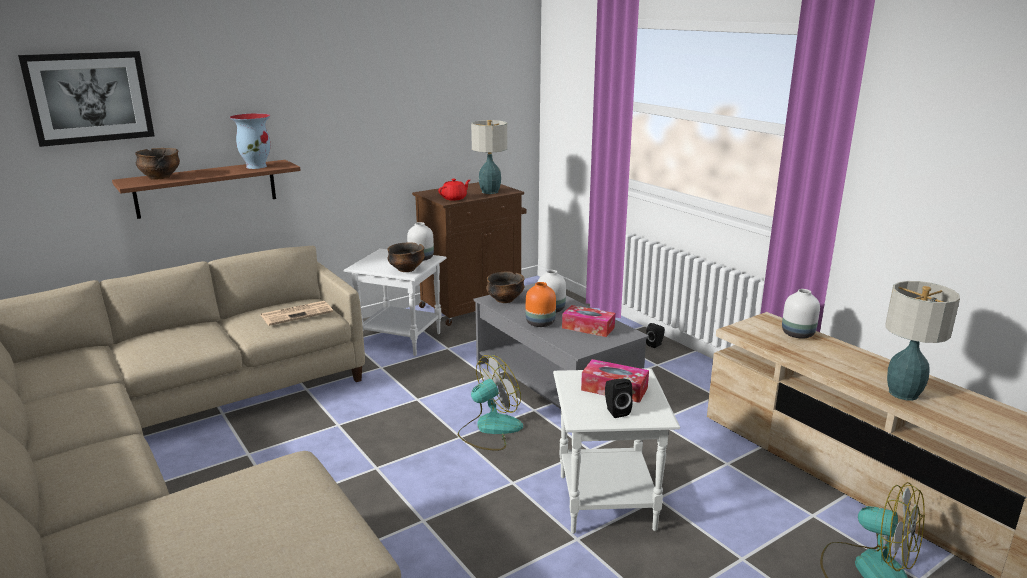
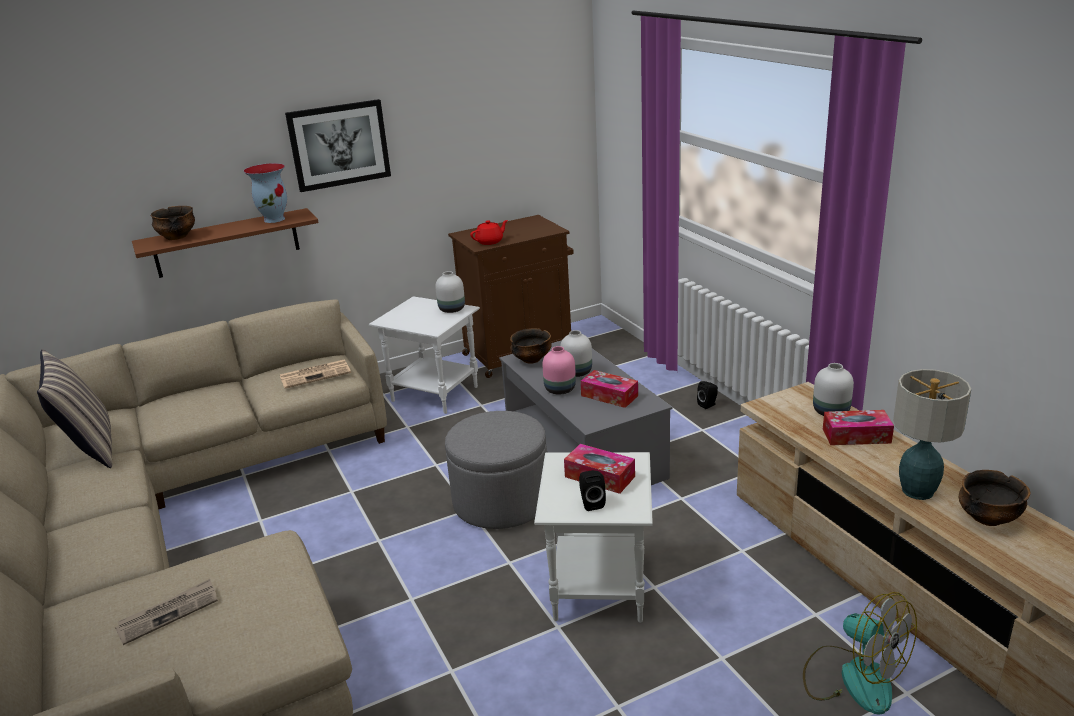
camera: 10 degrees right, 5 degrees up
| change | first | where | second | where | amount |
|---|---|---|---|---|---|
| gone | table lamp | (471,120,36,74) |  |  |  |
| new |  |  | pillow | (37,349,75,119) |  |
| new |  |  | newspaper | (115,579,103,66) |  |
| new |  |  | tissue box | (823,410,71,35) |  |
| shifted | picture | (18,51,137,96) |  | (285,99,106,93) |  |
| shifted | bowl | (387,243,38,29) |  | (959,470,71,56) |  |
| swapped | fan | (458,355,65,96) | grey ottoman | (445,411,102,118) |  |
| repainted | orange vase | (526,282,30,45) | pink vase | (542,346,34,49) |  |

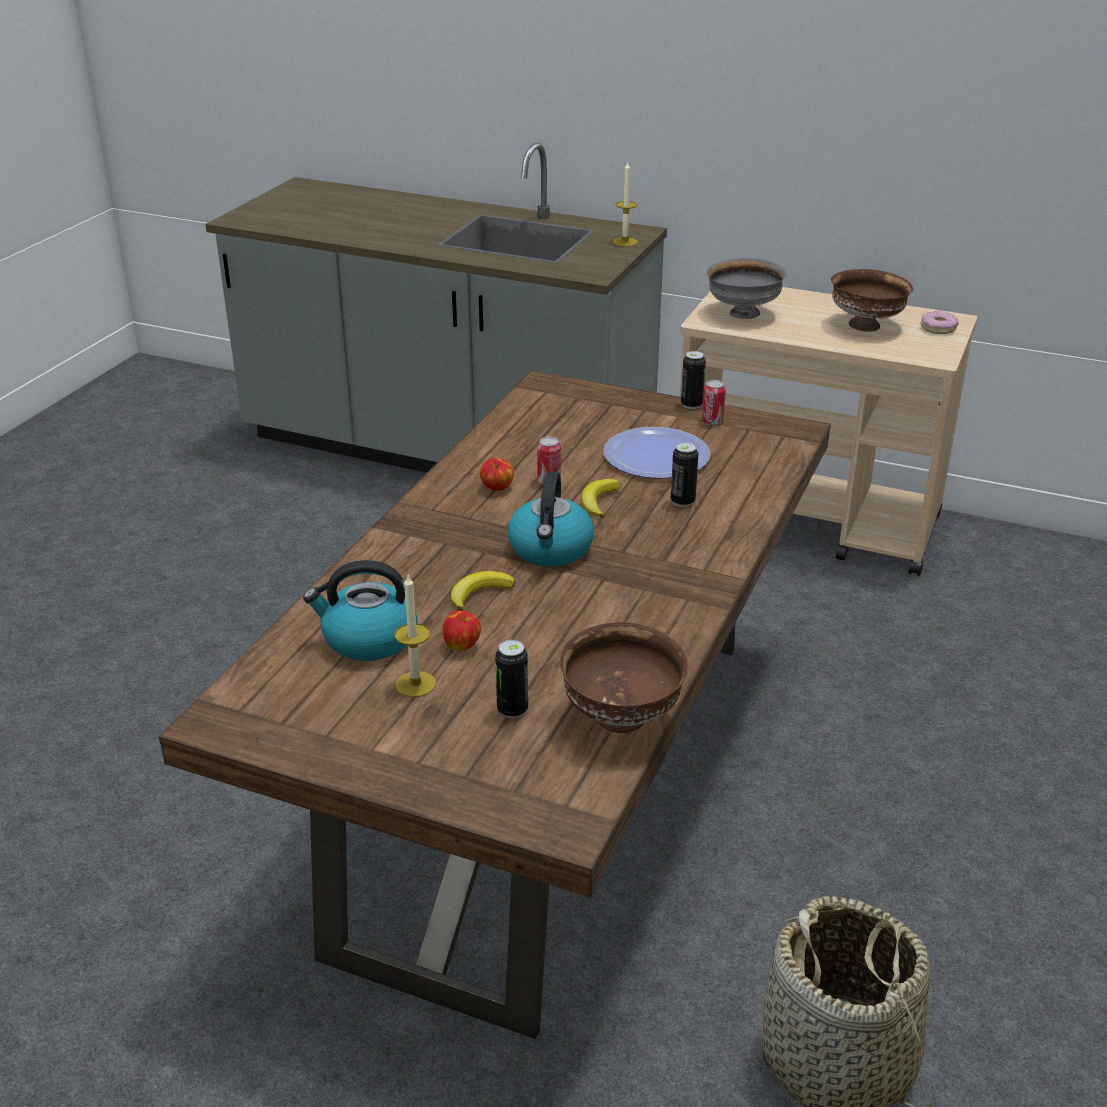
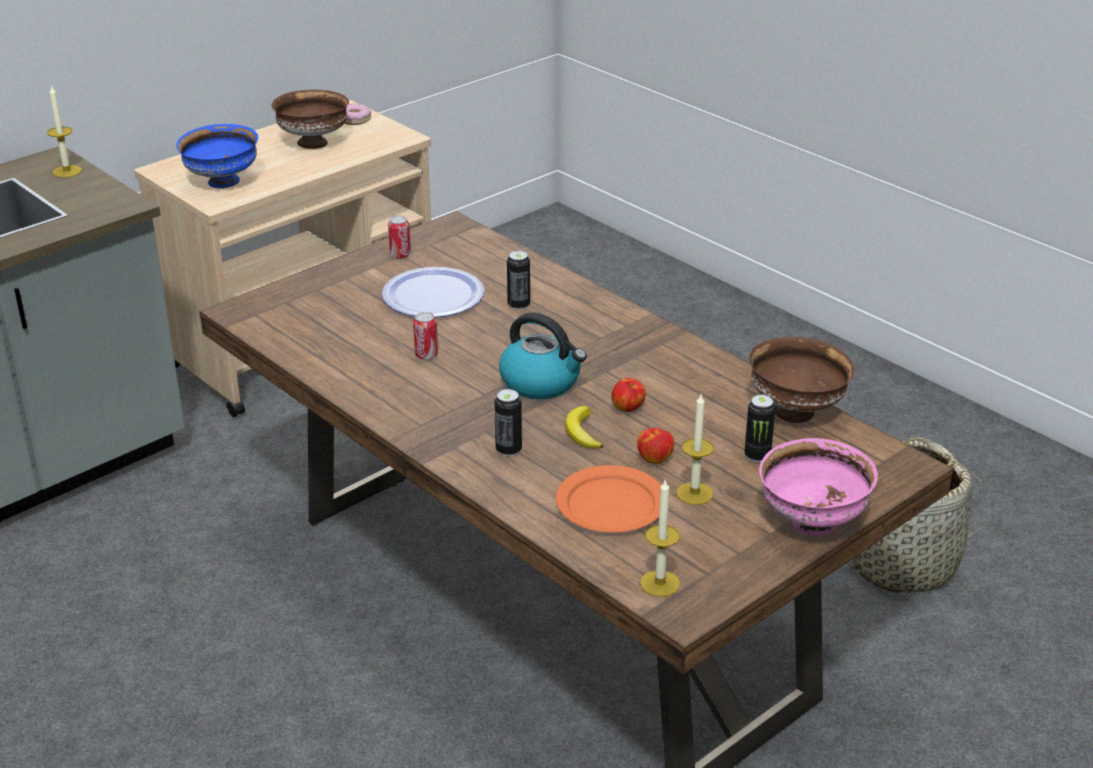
camera: 65 degrees left, 0 degrees up
| change | first | where | second | where | amount |
|---|---|---|---|---|---|
| gone | banana | (581,479,40,39) |  |  |  |
| new |  |  | candle | (640,479,40,118) |  |
| new |  |  | pink bowl | (759,438,119,98) |  |
| shifted | apple | (480,458,34,33) |  | (611,378,35,34) |  |
| shifted | can | (681,351,25,58) |  | (494,389,28,67) |  |
| swapped | kettle | (303,560,114,101) | orange plate | (556,465,105,68) |  |
| repainted | grey bowl | (706,258,80,61) | blue bowl | (176,124,82,64) |  |

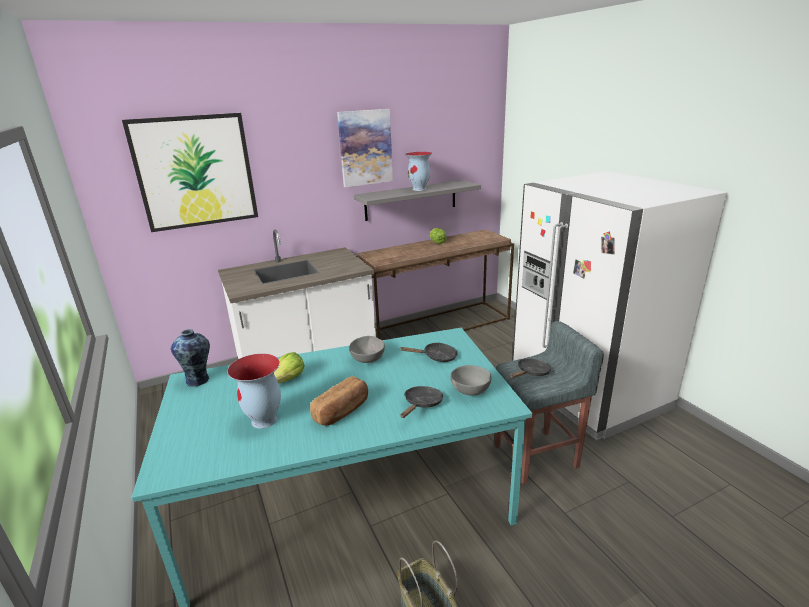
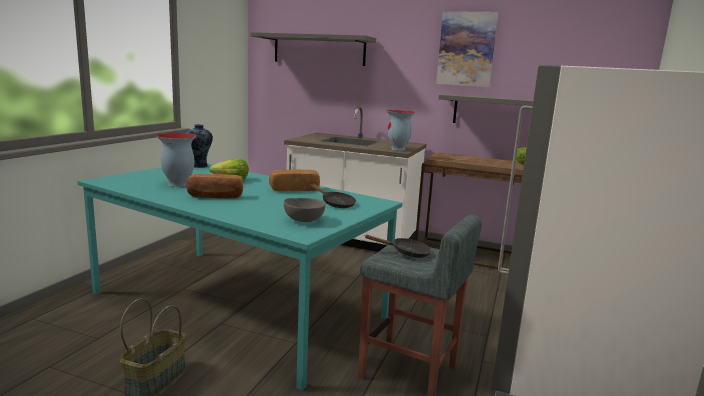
camera: 45 degrees right, 10 degrees down
| change | first | where | second | where | amount |
|---|---|---|---|---|---|
| gone | black frying pan | (400,386,43,32) |  |  |  |
| shifted | vase | (405,152,27,39) |  | (387,110,29,41) |  |
| swapped | picture | (122,113,136,119) | grey shelf | (251,32,125,34) |  |
| swapped | grey bowl | (349,336,36,27) | bread | (269,169,51,22) |  |

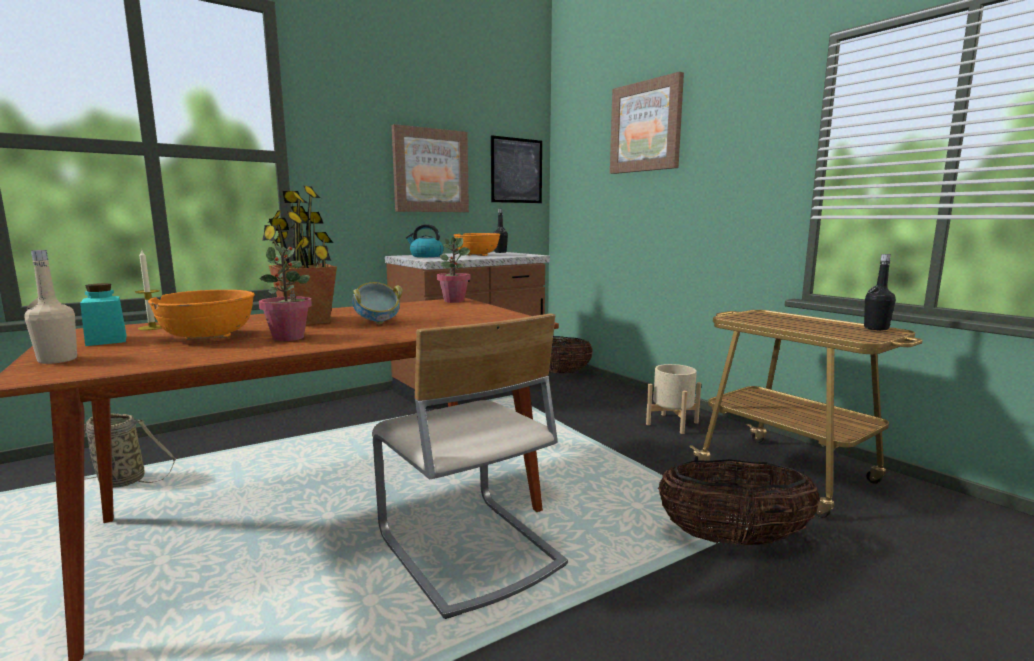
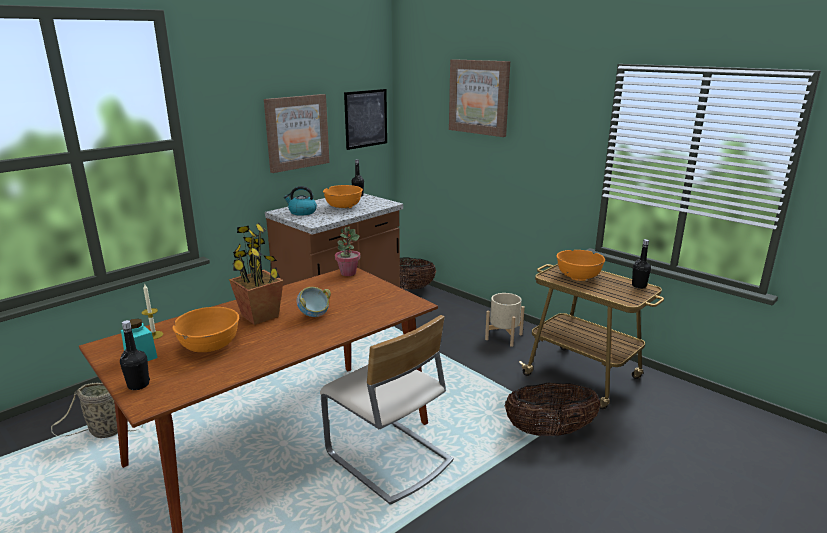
camera: 10 degrees left, 10 degrees up
| change | first | where | second | where | amount |
|---|---|---|---|---|---|
| gone | potted plant | (259,245,53,96) |  |  |  |
| new |  |  | orange bowl | (557,250,48,31) |  |
| repainted | beige bottle | (24,250,53,114) | black bottle | (120,320,30,70) |  |

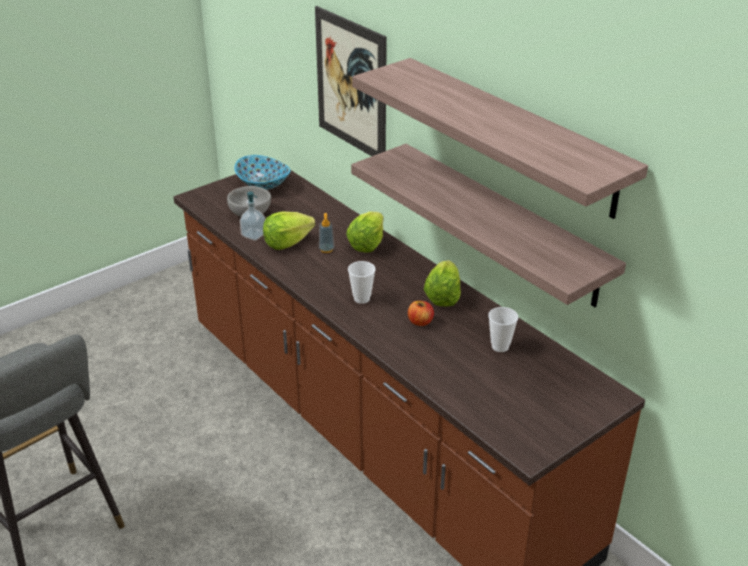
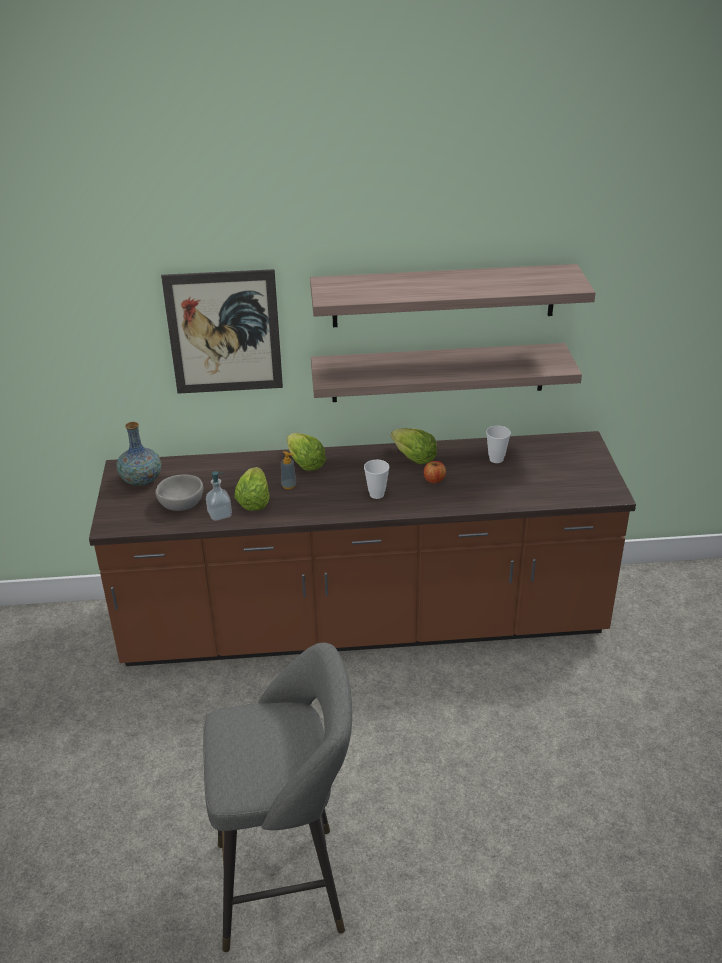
camera: 55 degrees left, 0 degrees up
| change | first | where | second | where | amount |
|---|---|---|---|---|---|
| swapped | bowl | (234,155,57,35) | vase | (117,422,45,64) |  |

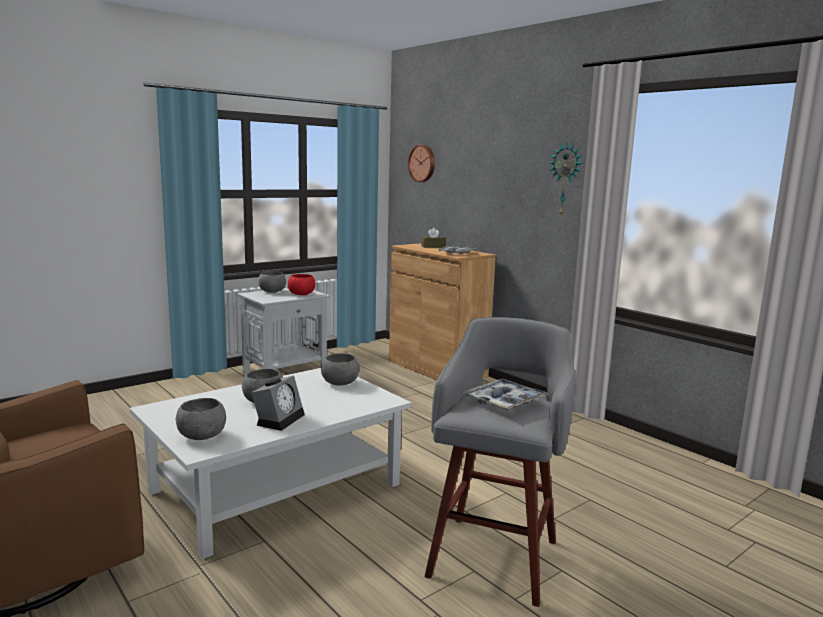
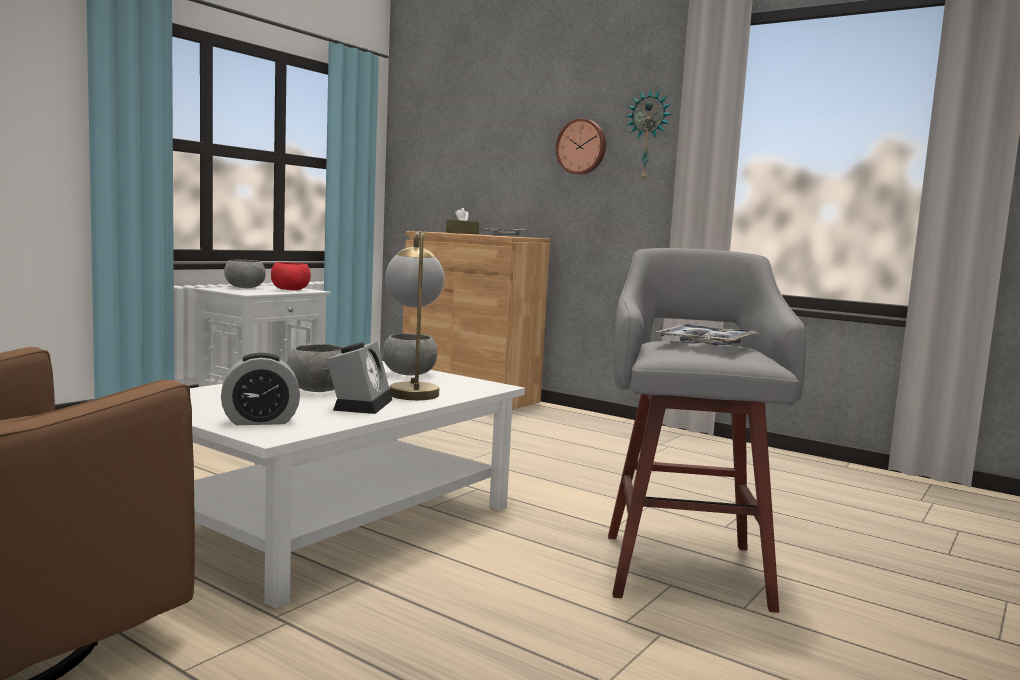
camera: 15 degrees left, 5 degrees down
| change | first | where | second | where | amount |
|---|---|---|---|---|---|
| new |  |  | table lamp | (385,232,59,168) |  |
| shifted | wall clock | (408,145,27,37) |  | (556,119,50,56) |  |
| swapped | grey bowl | (176,398,50,42) | alarm clock | (221,353,79,72) |  |

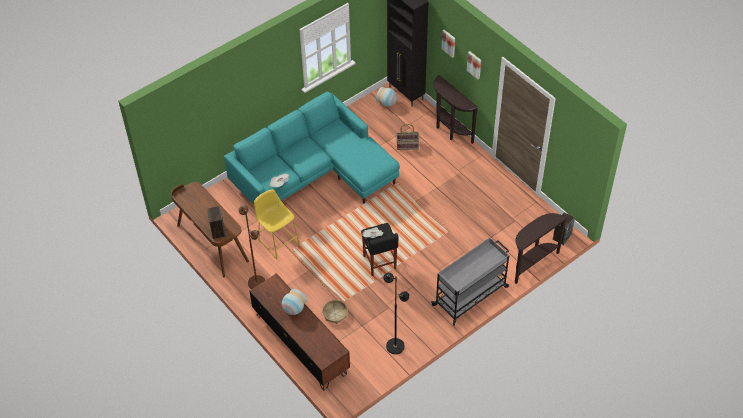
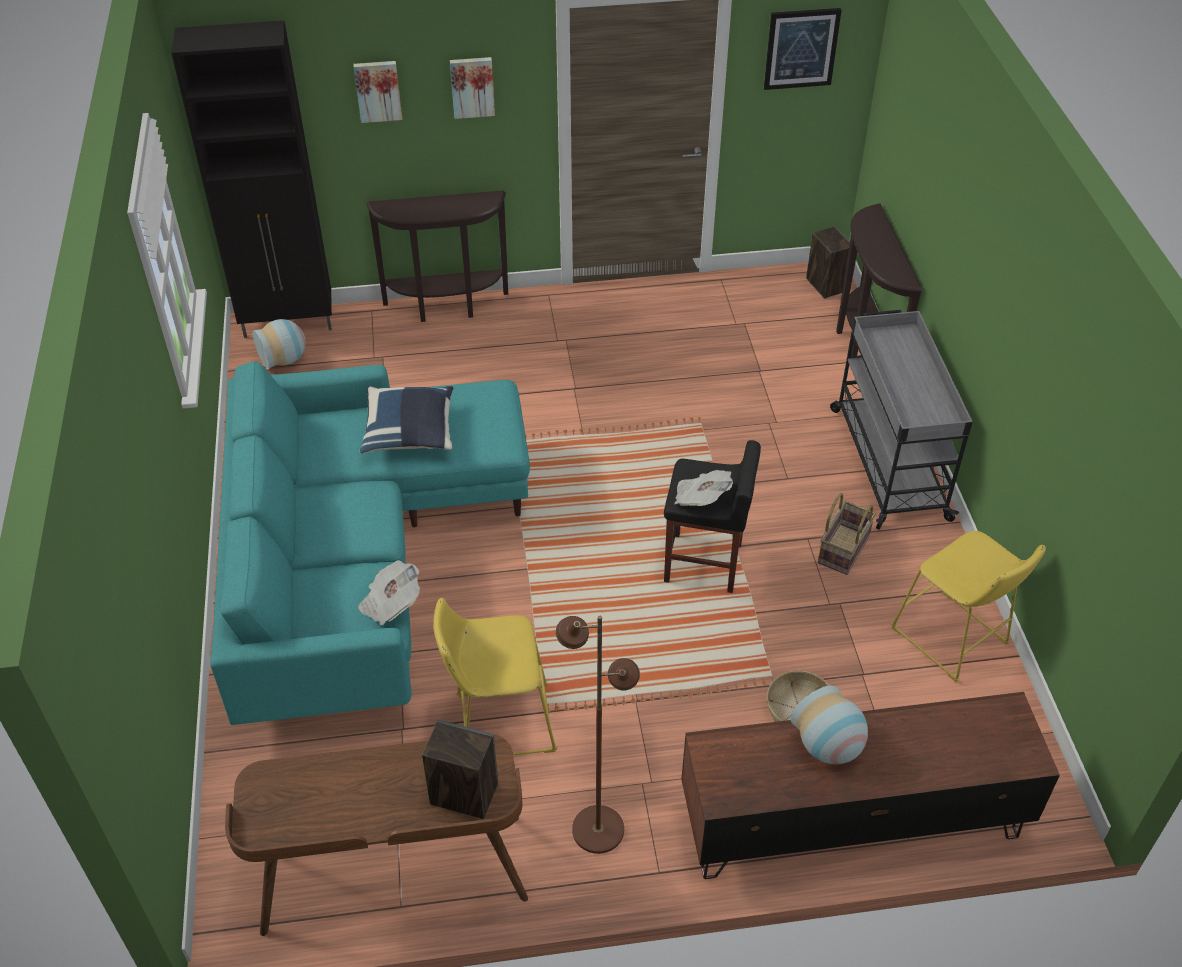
camera: 60 degrees left, 5 degrees down
| change | first | where | second | where | amount |
|---|---|---|---|---|---|
| new |  |  | blue pillow | (360,386,94,68) |  |
| new |  |  | picture | (764,8,77,82) |  |
| shifted | basket | (396,124,23,26) |  | (818,493,58,82) |  |
| swapped | black floor lamp | (383,273,27,81) | yellow stool | (891,531,155,151) |  |

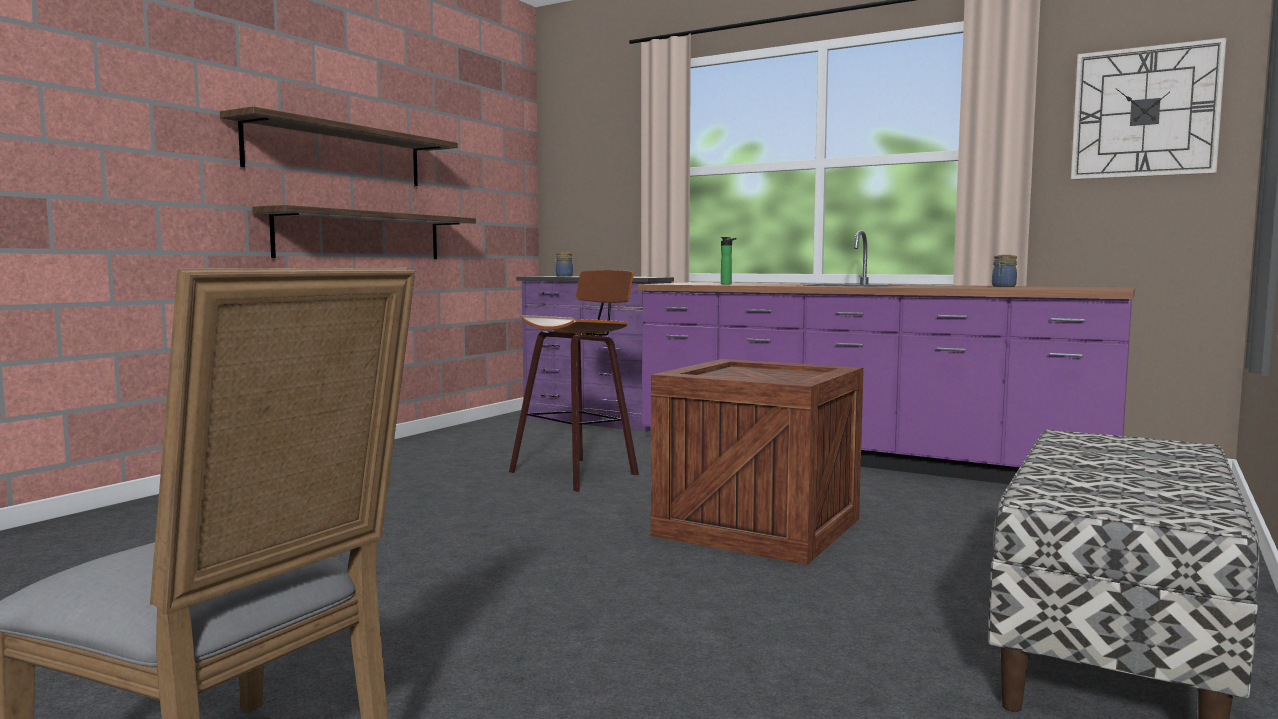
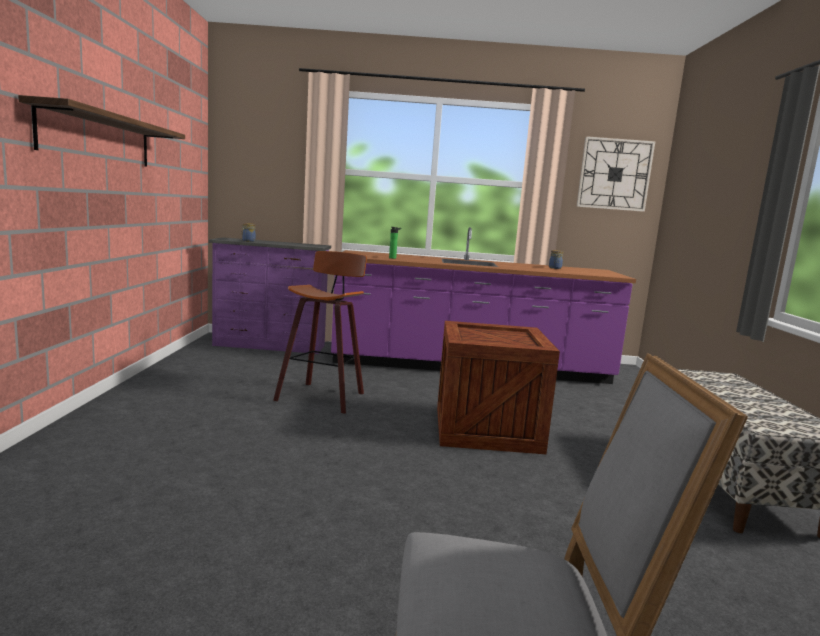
camera: 30 degrees left, 5 degrees up
| change | first | where | second | where | amount |
|---|---|---|---|---|---|
| gone | shelf | (252,205,224,54) |  |  |  |

